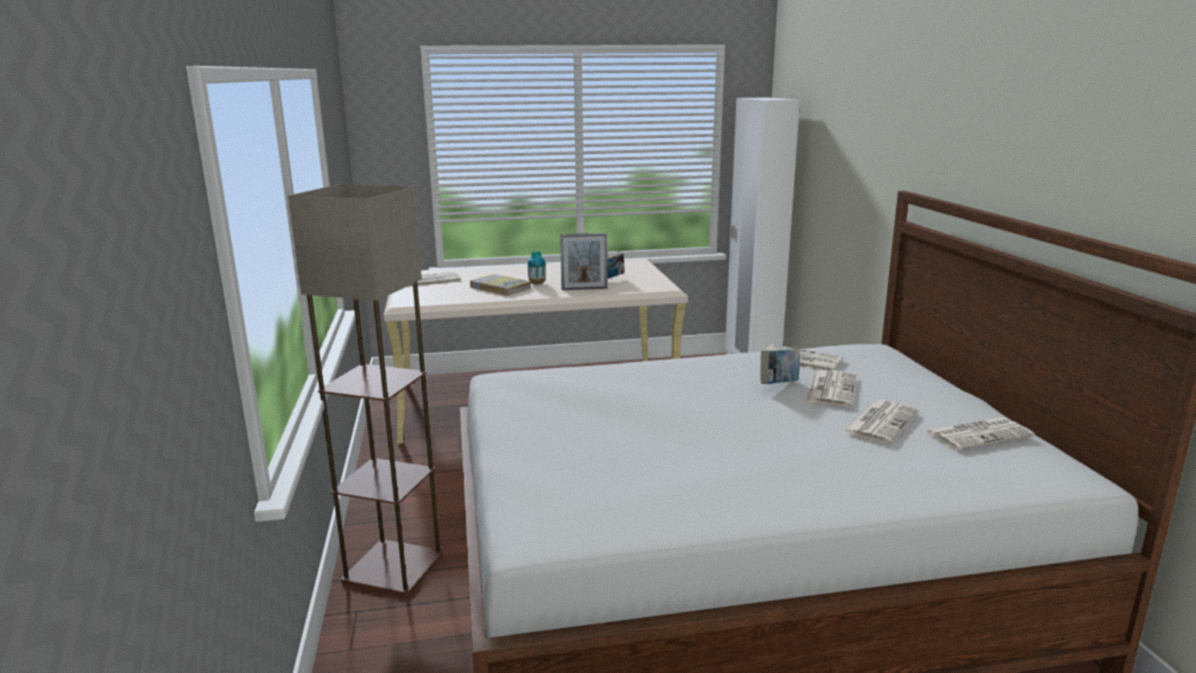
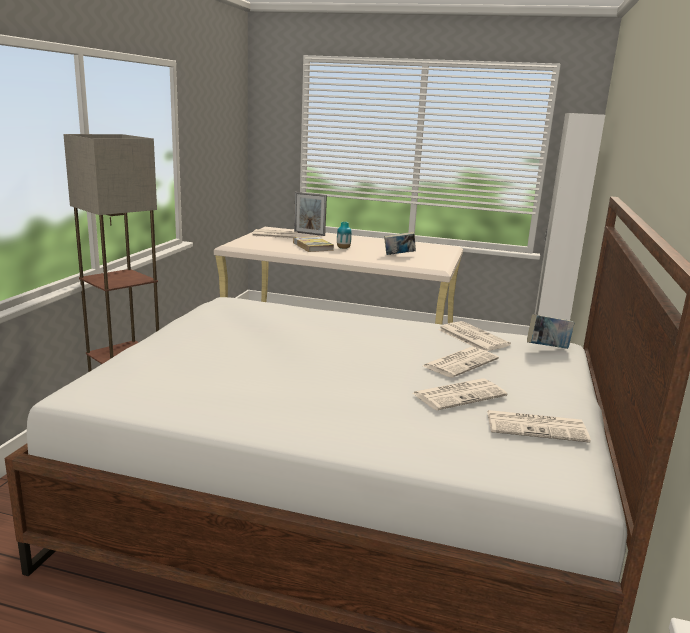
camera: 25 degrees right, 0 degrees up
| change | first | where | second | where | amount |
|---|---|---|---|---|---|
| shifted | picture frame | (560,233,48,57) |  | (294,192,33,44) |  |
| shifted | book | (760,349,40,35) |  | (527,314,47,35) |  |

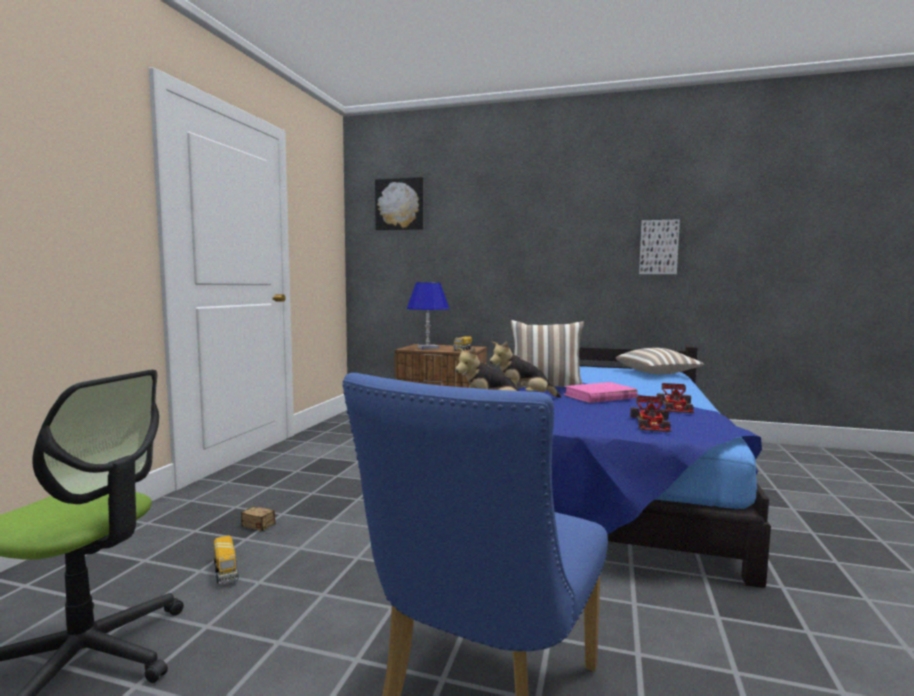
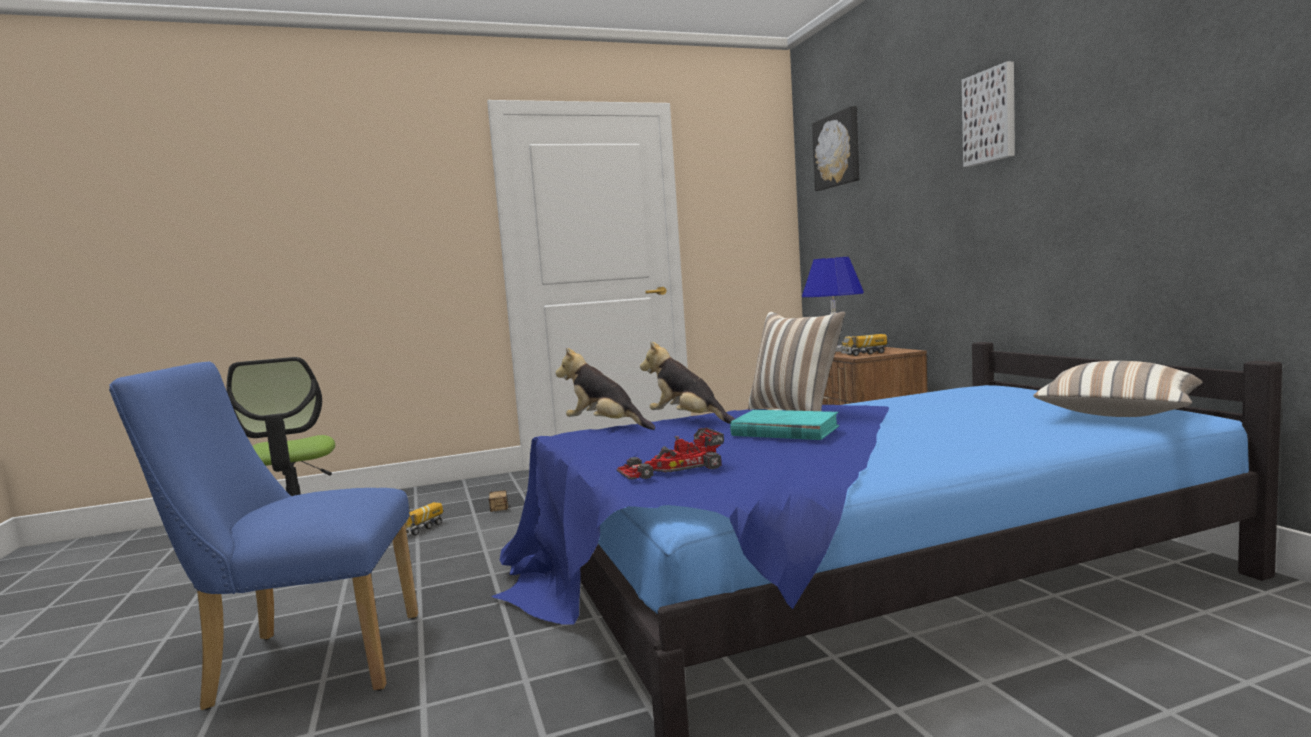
camera: 55 degrees right, 0 degrees up
| change | first | where | second | where | amount |
|---|---|---|---|---|---|
| gone | toy car | (657,383,37,30) |  |  |  |
| shifted | picture | (639,219,41,55) |  | (962,61,53,106) |  |
| repainted | pink book | (563,382,75,21) | turquoise book | (730,410,109,30) |  |

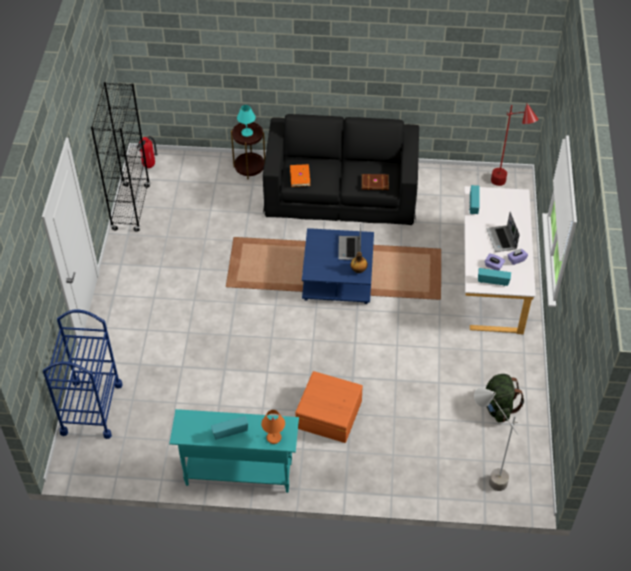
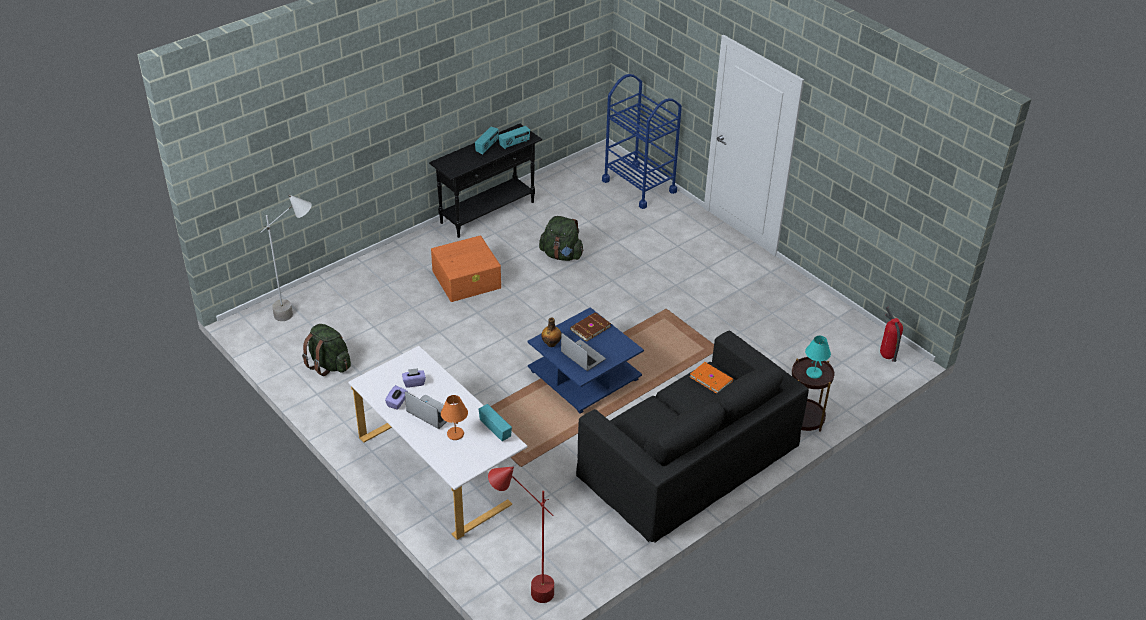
camera: 135 degrees right, 10 degrees down
| change | first | where | second | where | amount |
|---|---|---|---|---|---|
| gone | black bookcase | (91,82,59,150) |  |  |  |
| new |  |  | green backpack | (539,216,45,45) |  |
| shifted | orange table lamp | (261,410,24,34) |  | (441,395,27,45) |  |
| shifted | brown book | (362,174,27,16) |  | (570,312,41,30) |  |
| shifted | radio | (478,268,33,18) |  | (498,126,32,23) |  |
| repainted | turquoise console table | (169,409,130,84) | black console table | (429,124,113,114) |  |

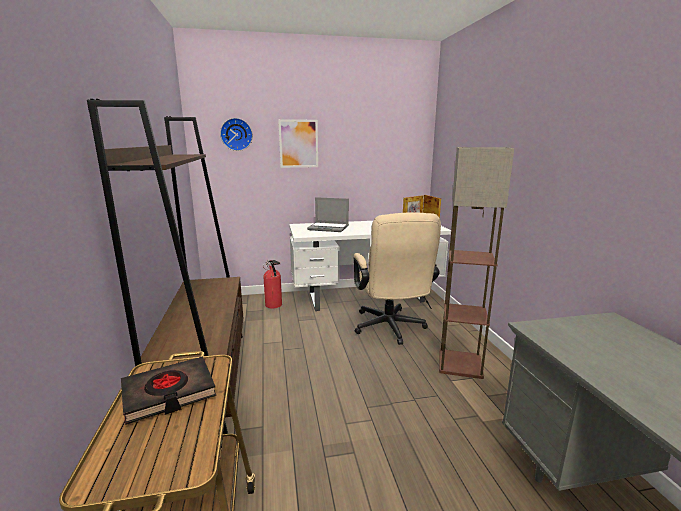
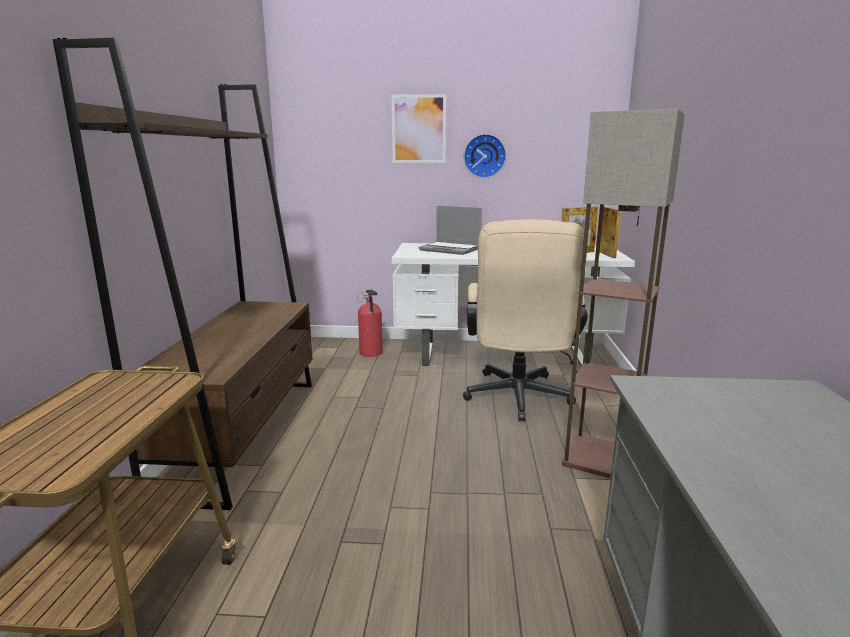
camera: 15 degrees right, 0 degrees up
| change | first | where | second | where | amount |
|---|---|---|---|---|---|
| gone | black book | (121,356,95,69) |  |  |  |
| shifted | wall clock | (220,118,33,33) |  | (464,134,42,44) |  |

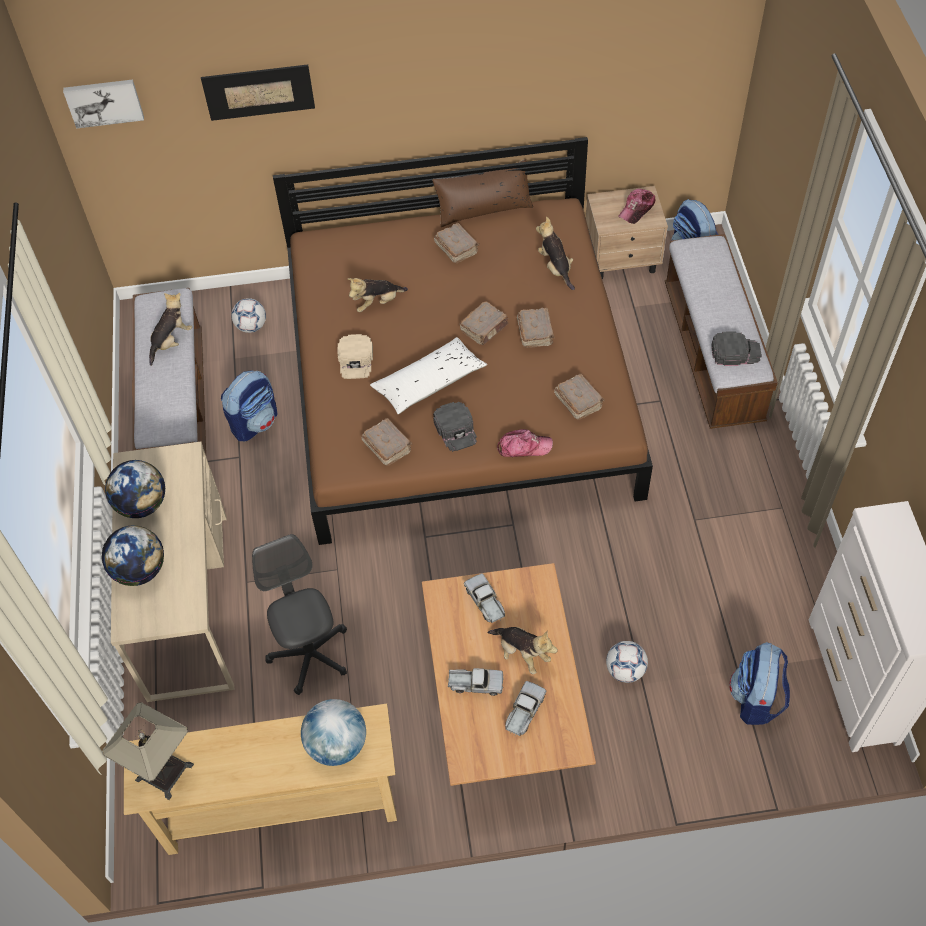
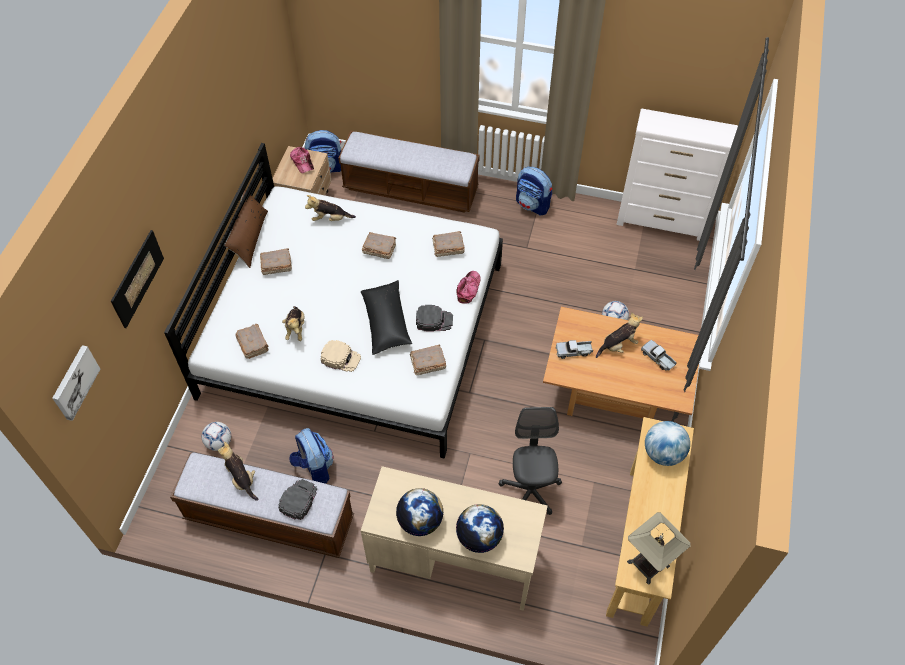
camera: 70 degrees left, 0 degrees up
| change | first | where | second | where | amount |
|---|---|---|---|---|---|
| gone | toy truck | (448,668,56,28) |  |  |  |
| shifted | brown book | (460,301,48,44) |  | (236,324,33,35) |  |
| shifted | black cap | (711,331,51,35) |  | (278,479,39,41) |  |
| shifted | backpack | (729,642,61,83) |  | (516,166,36,50) |  |
| repainted | brown bed | (273,137,380,408) | white bed | (164,143,339,316) |  |
| repainted | white pillow | (370,337,117,77) | black pillow | (361,280,51,75) |  |
| rotated | grey office chair | (252,534,95,161) |  | (499,407,63,108) | 90 degrees clockwise |

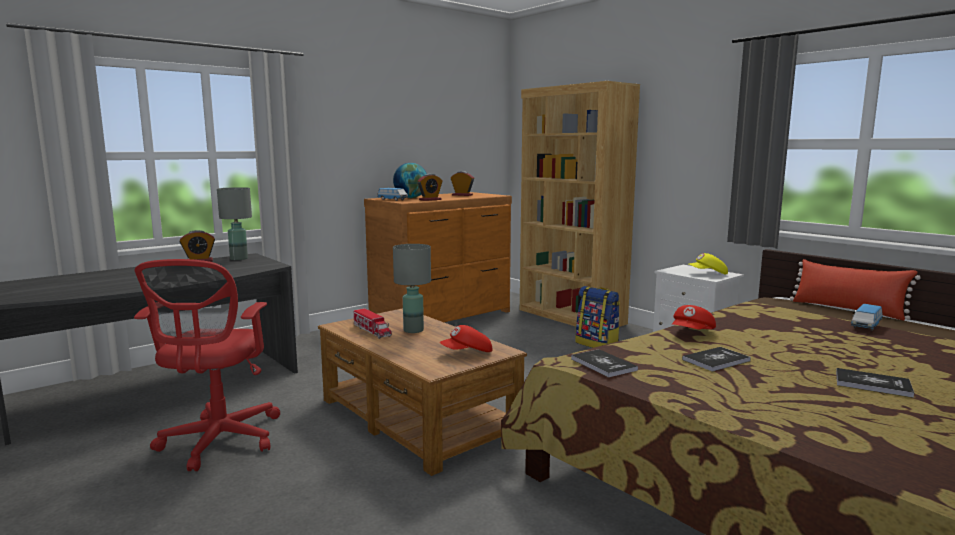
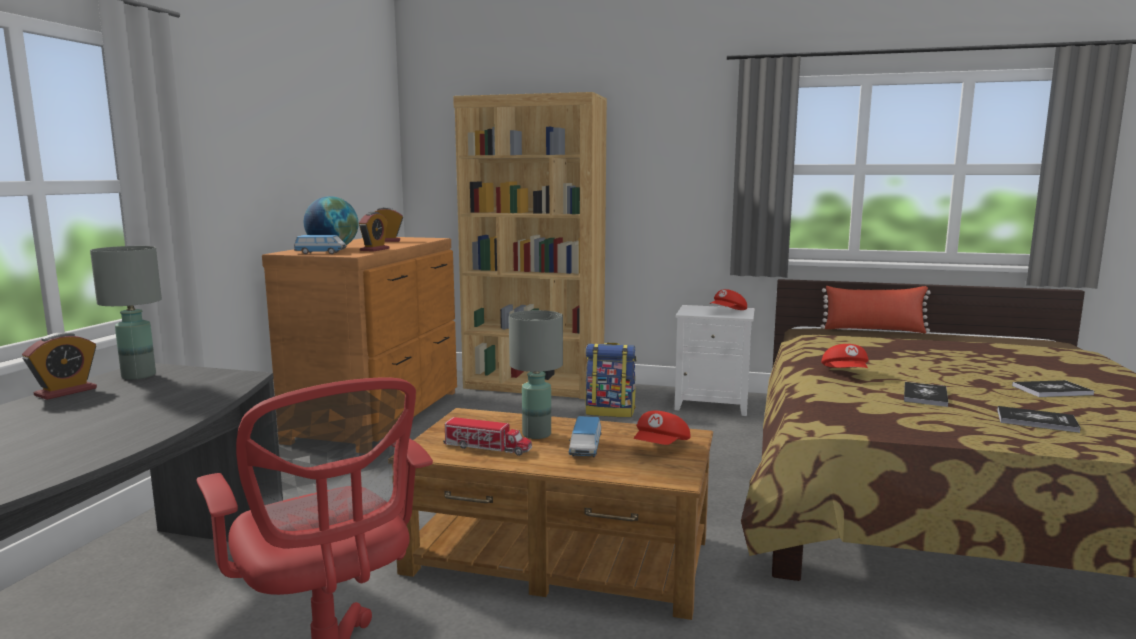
camera: 35 degrees left, 0 degrees up
| change | first | where | second | where | amount |
|---|---|---|---|---|---|
| shifted | book | (571,349,67,28) |  | (997,406,84,27) |  |
| shifted | toy car | (851,304,32,27) |  | (568,416,34,41) |  |
| repainted | yellow cap | (689,253,39,22) | red cap | (709,289,38,21) |  |

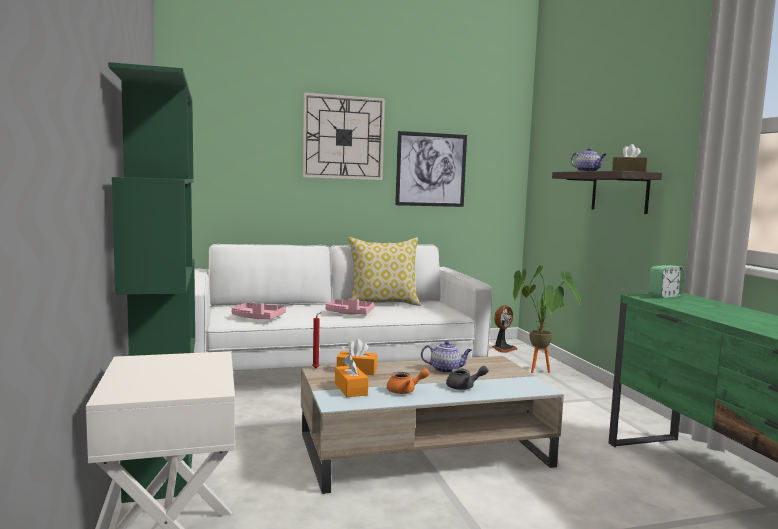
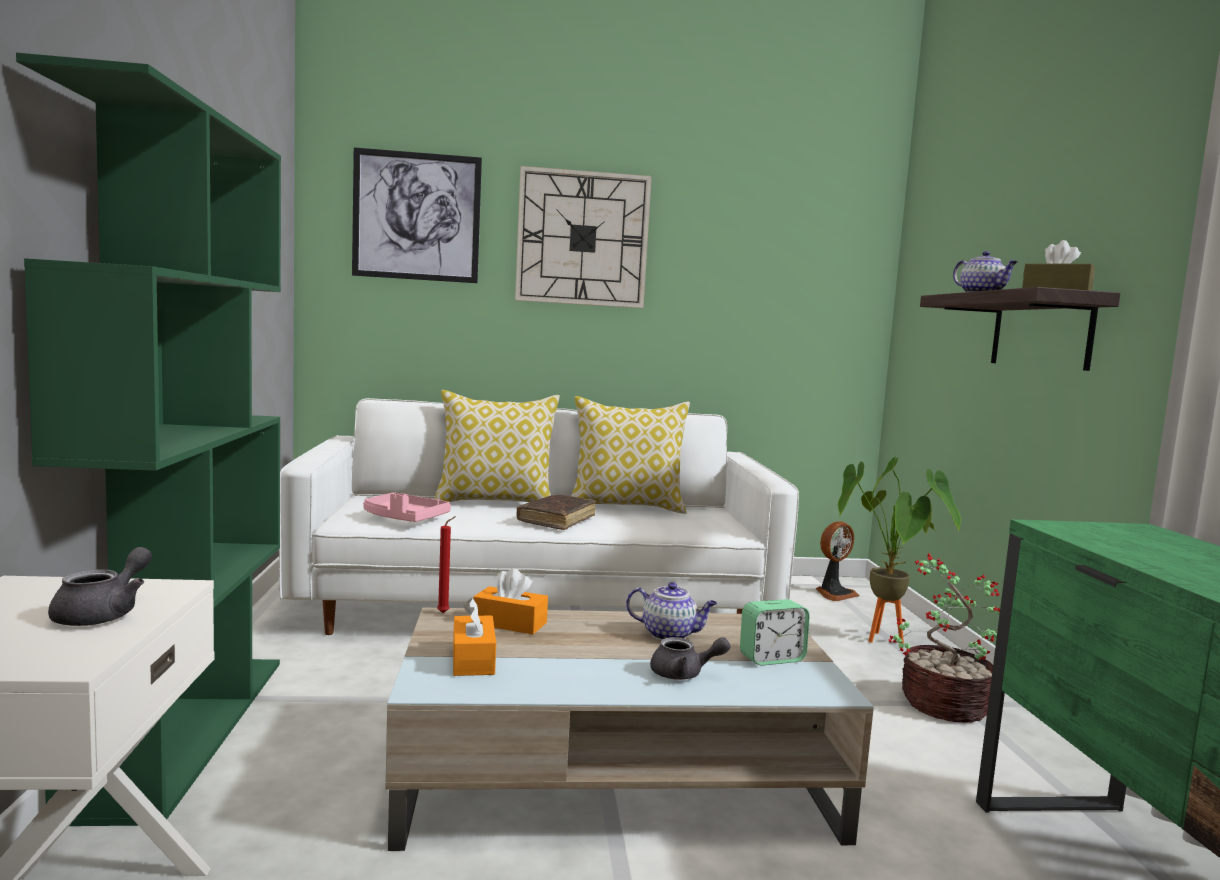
camera: 10 degrees right, 0 degrees up
| change | first | where | second | where | amount |
|---|---|---|---|---|---|
| gone | orange teapot | (387,368,43,26) |  |  |  |
| new |  |  | grey teapot | (48,547,104,79) |  |
| new |  |  | pillow | (435,390,125,112) |  |
| new |  |  | potted plant | (888,553,112,170) |  |
| shifted | picture | (395,131,72,76) |  | (352,147,130,136) |  |
| shifted | alarm clock | (649,265,35,33) |  | (740,599,70,67) |  |
| swapped | pink tray | (326,299,48,16) | brown book | (517,495,79,35) |  |

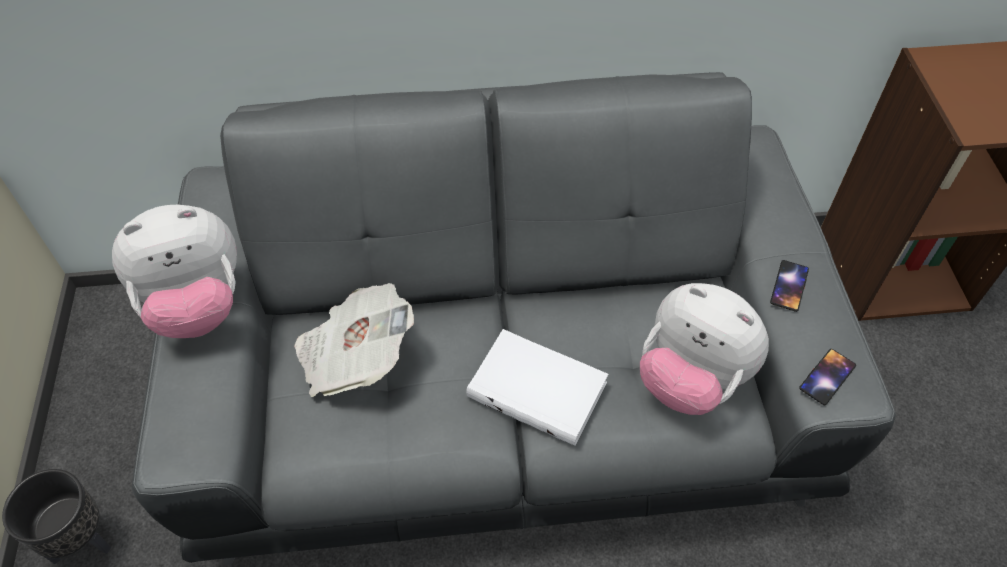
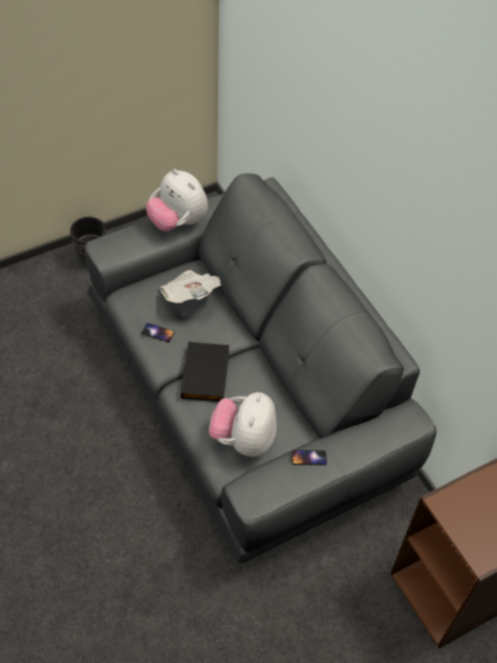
camera: 65 degrees right, 0 degrees up
| change | first | where | second | where | amount |
|---|---|---|---|---|---|
| shifted | phone | (799,349,57,56) |  | (142,323,33,19) |  |
| repainted | white book | (466,329,142,117) | black book | (181,341,48,61) |  |

